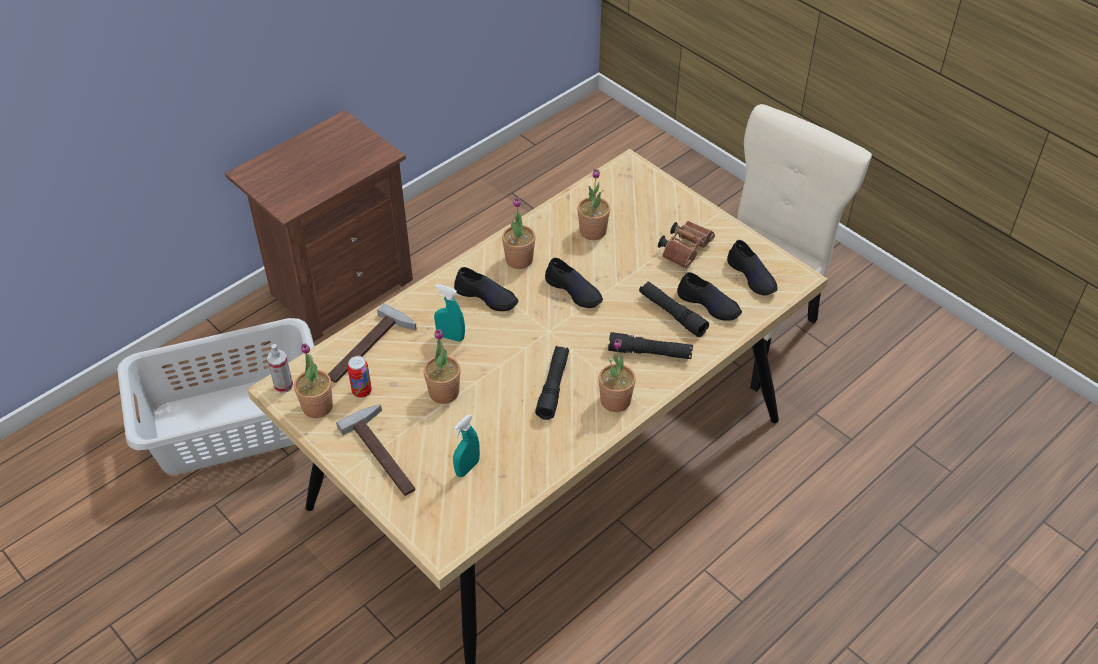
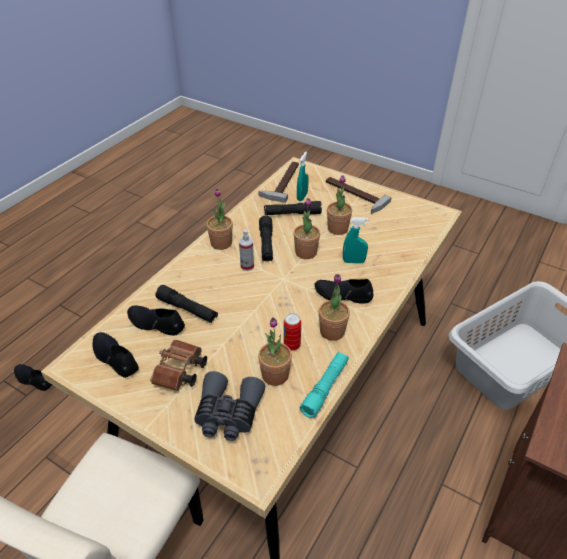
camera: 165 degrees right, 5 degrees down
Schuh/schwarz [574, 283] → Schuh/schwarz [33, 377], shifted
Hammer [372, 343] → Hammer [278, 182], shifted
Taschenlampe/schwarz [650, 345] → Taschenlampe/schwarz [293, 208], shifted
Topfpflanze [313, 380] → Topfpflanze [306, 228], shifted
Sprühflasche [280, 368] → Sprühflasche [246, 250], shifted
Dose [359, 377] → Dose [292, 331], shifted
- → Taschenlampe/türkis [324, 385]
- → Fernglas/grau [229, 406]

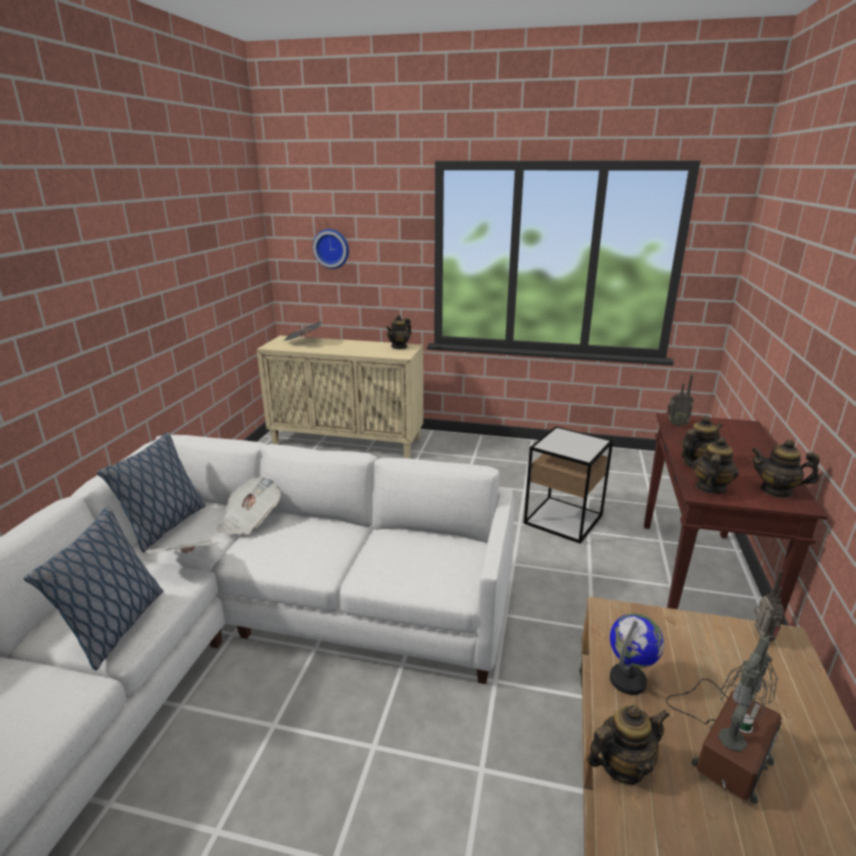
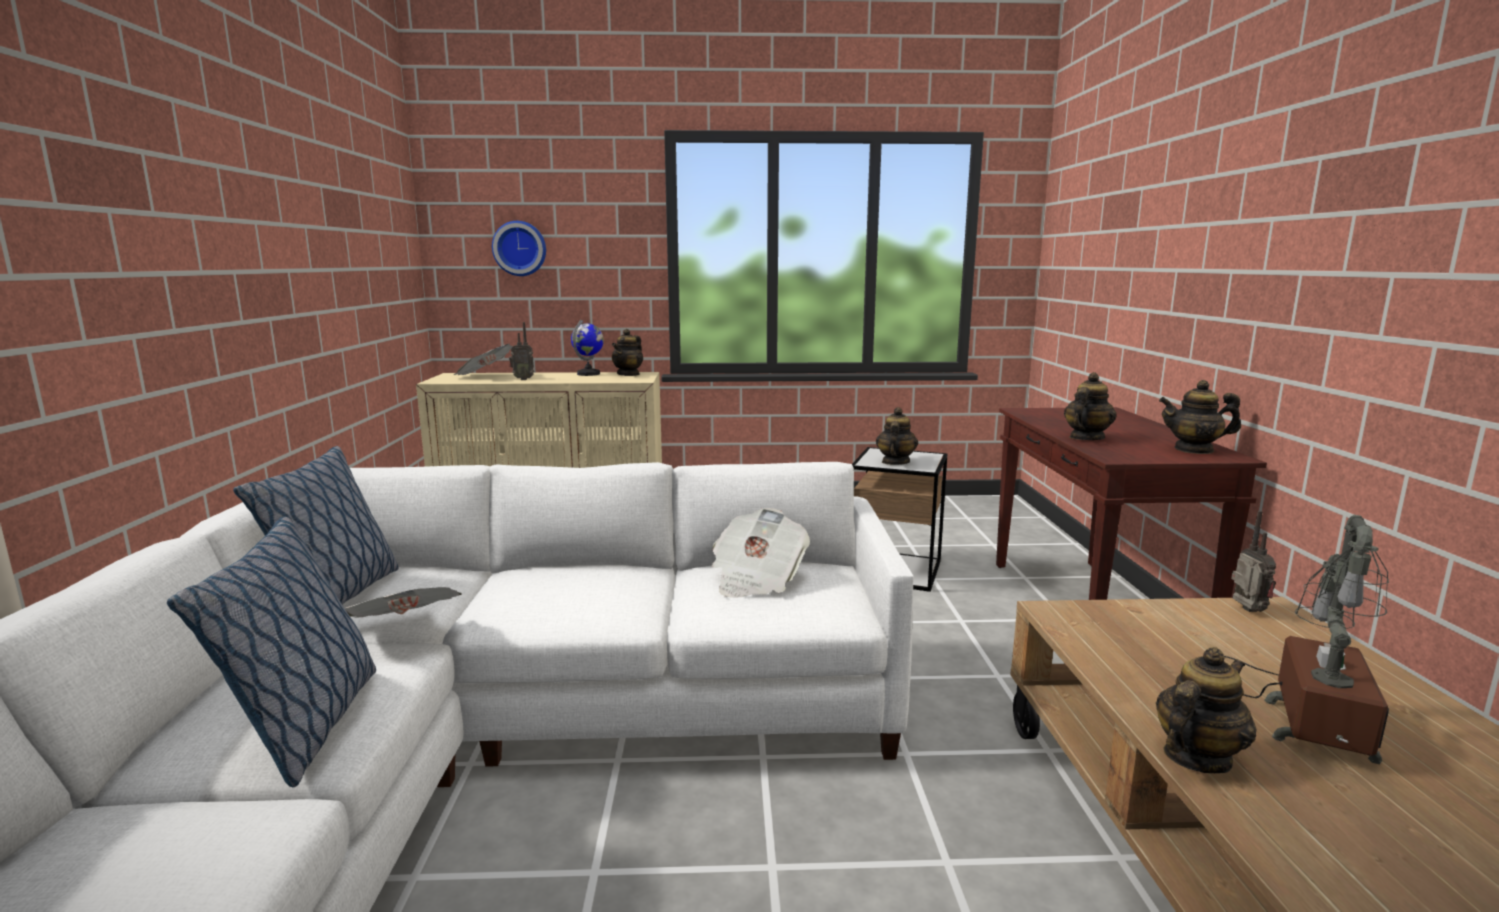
camera: 15 degrees left, 10 degrees down
Radio [680, 400] → Radio [521, 351], shifted
Teekanne [715, 465] → Teekanne [897, 436], shifted
Zeitung [249, 505] → Zeitung [761, 553], shifted
Globus [637, 654] → Globus [587, 348], shifted

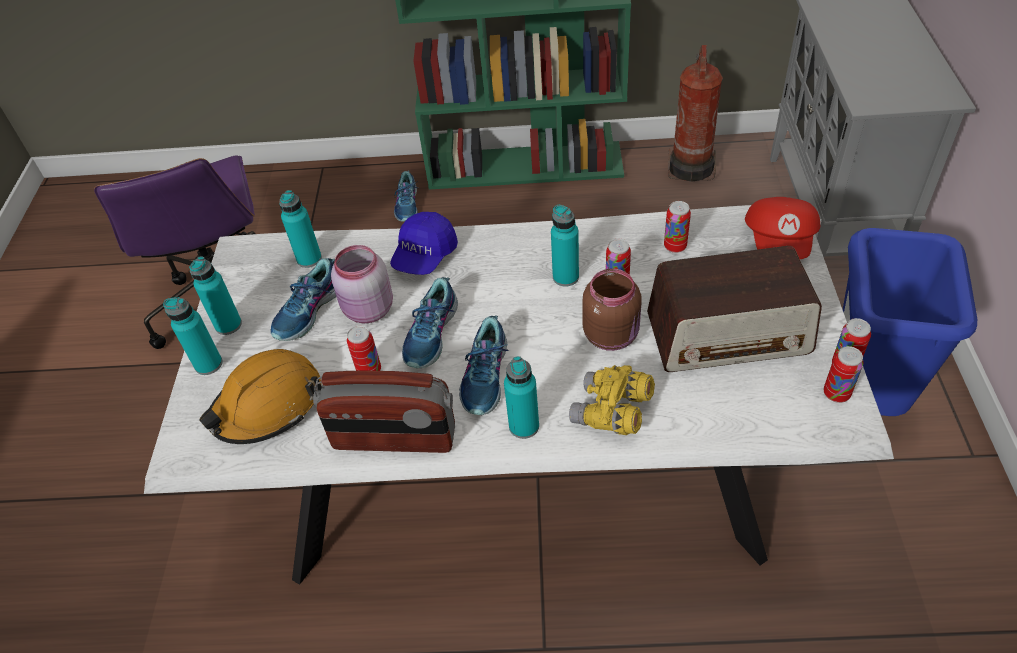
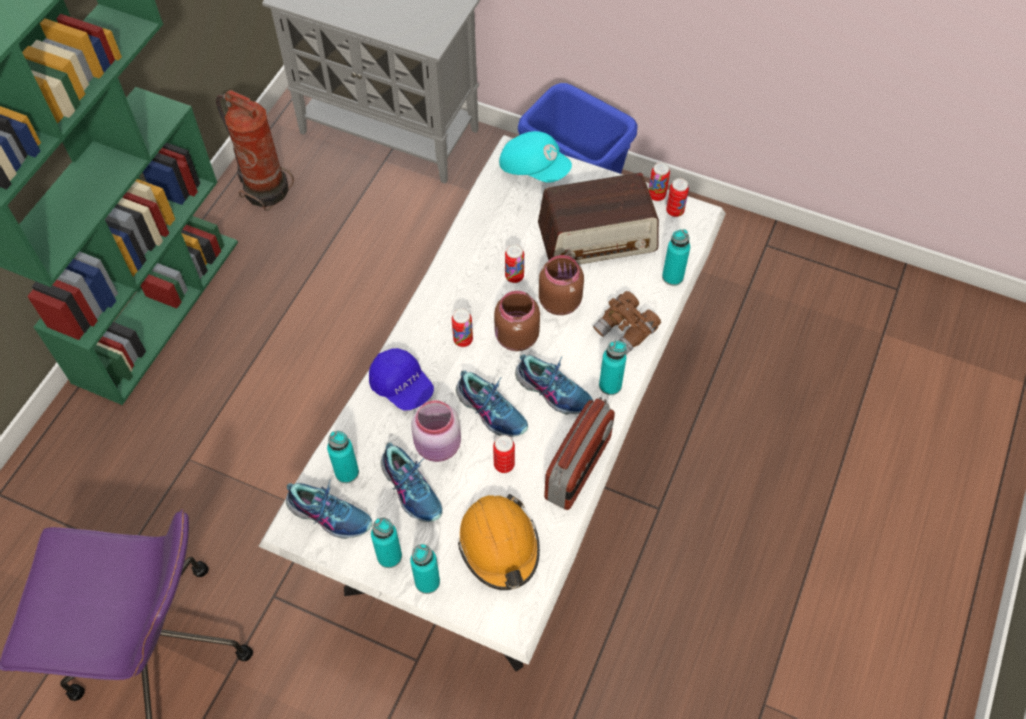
camera: 70 degrees left, 10 degrees up
Schuh [406, 196] → Schuh [329, 509], shifted
Kappe/rot [782, 228] → Kappe/türkis [535, 157]
Dose [677, 227] → Dose [462, 327], shifted
Flasche/türkis [565, 246] → Flasche/türkis [676, 257], shifted
Radio [734, 309] → Radio [598, 218], 60 degrees clockwise
Fernglas/gelb [612, 400] → Fernglas/braun [627, 323]
- → Vorratsglas/braun [517, 321]

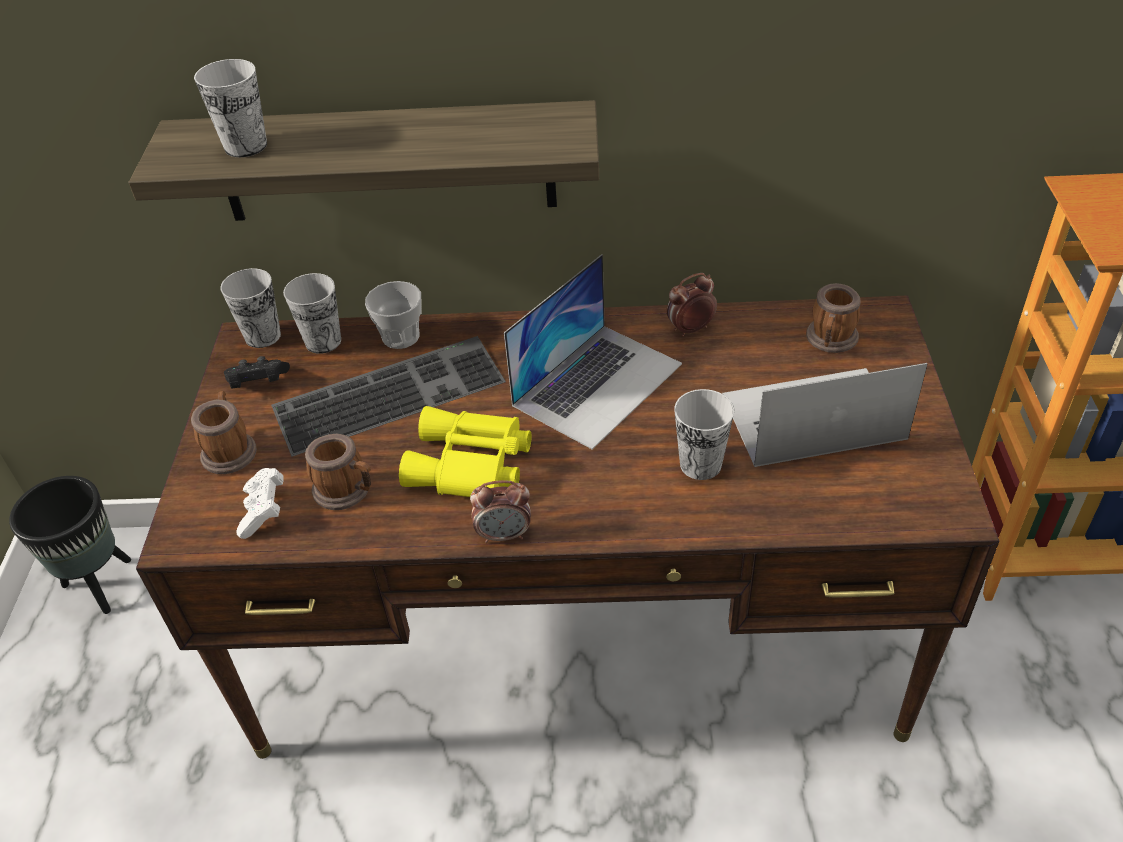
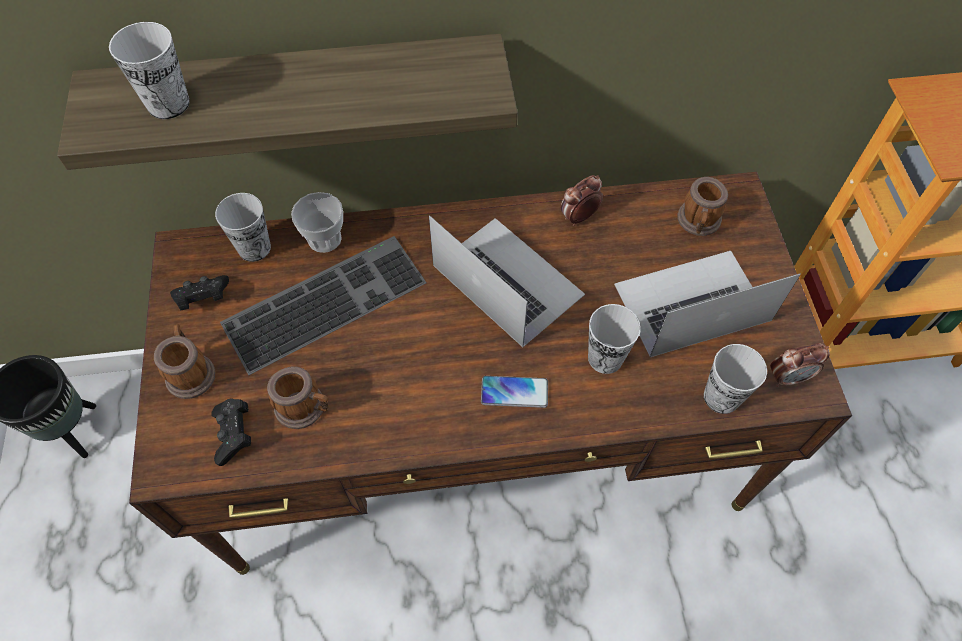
camera: 10 degrees left, 15 degrees up
Laptop [593, 352] → Laptop [507, 281], 75 degrees counterclockwise
Tasse [250, 308] → Tasse [735, 379], shifted
Fernglas/gelb [465, 451] → -
Gamepad/weiß [260, 503] → Gamepad/schwarz [231, 432]
Wecker [500, 511] → Wecker [800, 365], shifted
- → Handy [514, 392]

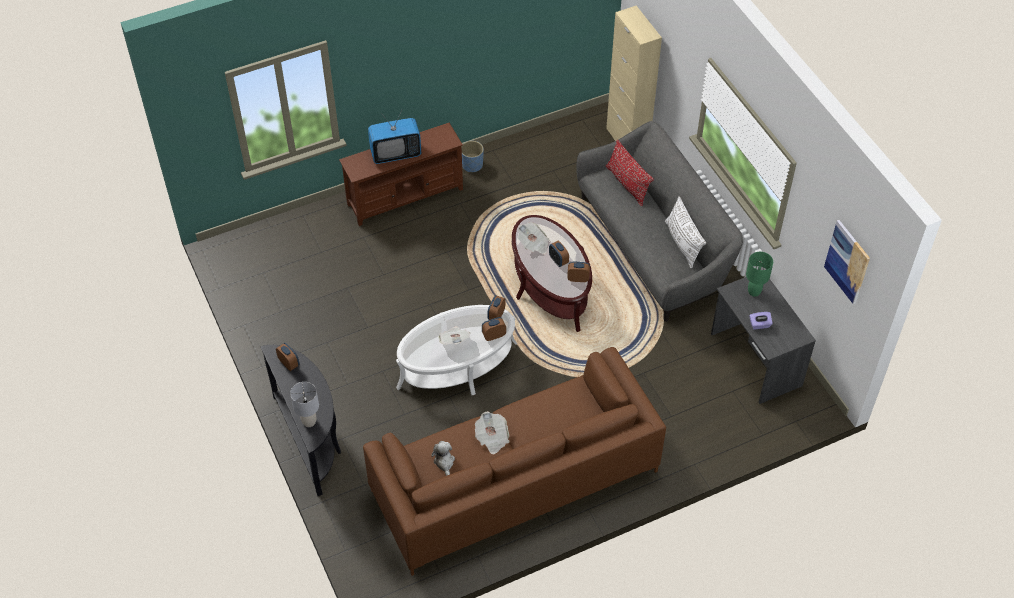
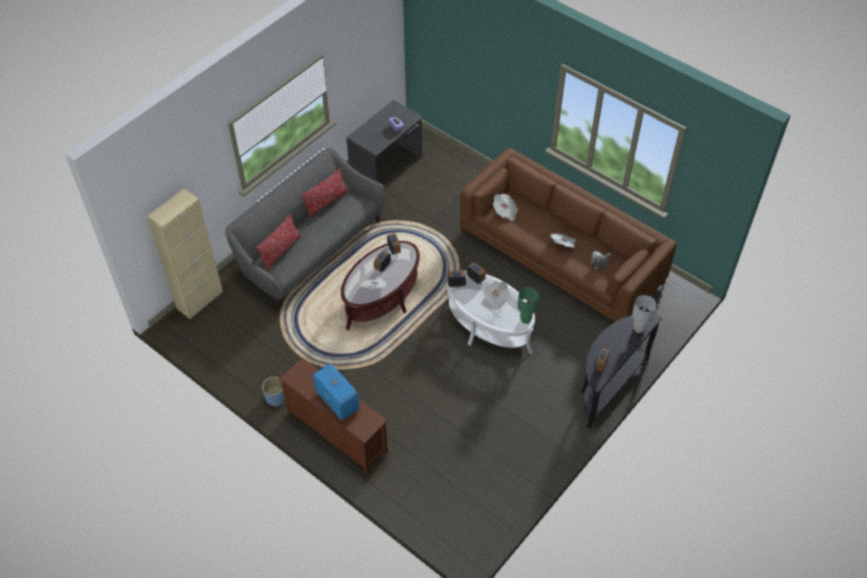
camera: 115 degrees left, 0 degrees up
Kissen/weiß [685, 232] → Kissen/rot [325, 193]
Bild [847, 262] → -
Tischlampe/grün [759, 274] → Tischlampe/grün [528, 305], shifted
- → Zeitung [505, 207]

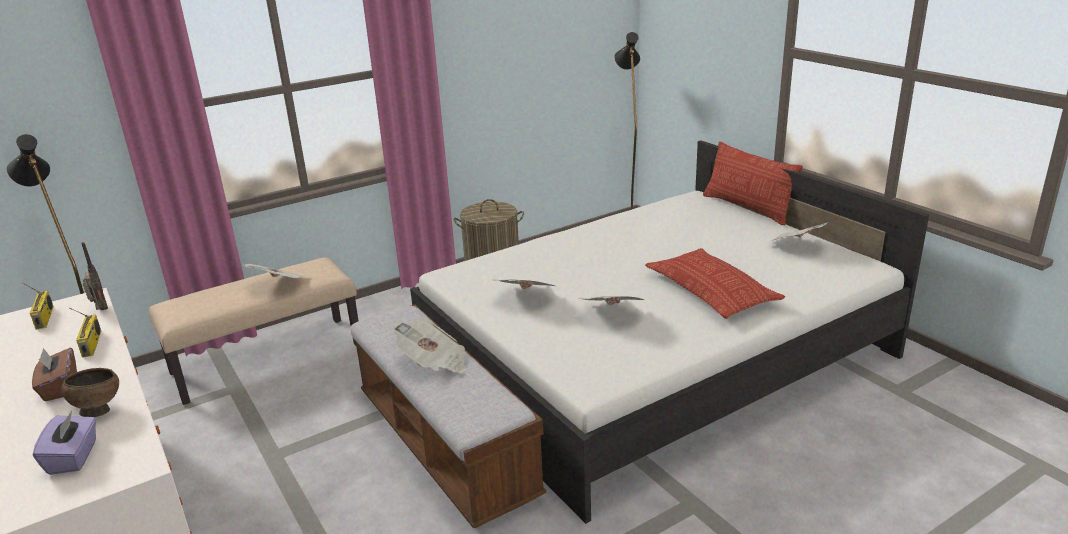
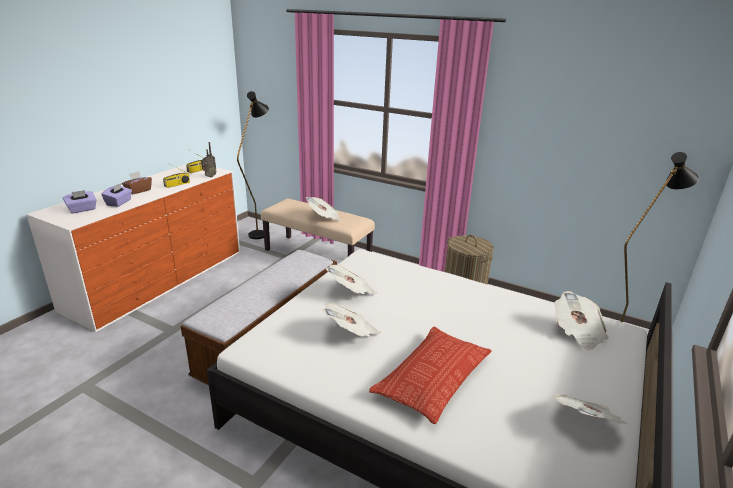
camera: 60 degrees right, 0 degrees up
Kissen [753, 183] → -
Zeitung [429, 346] → Zeitung [581, 321], shifted
Schüssel/braun [90, 392] → Taschentuchbox/lila [116, 195]

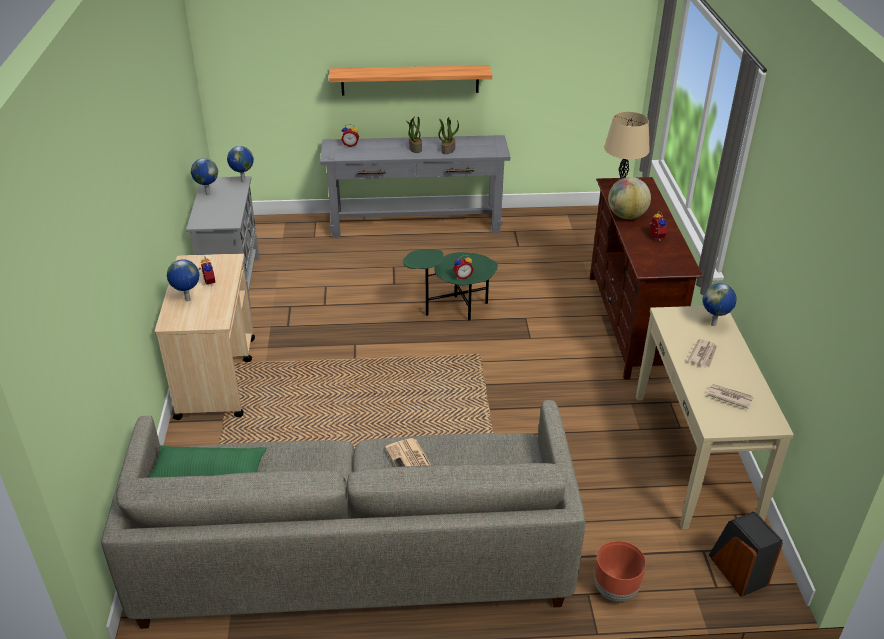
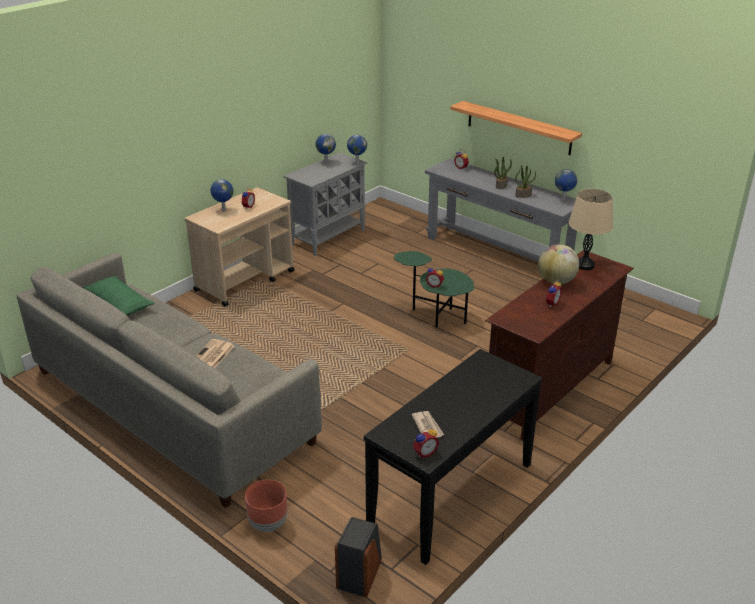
camera: 45 degrees right, 5 degrees down
Globus [720, 304] → Globus [566, 185], shifted
Konsolentisch/beige [715, 417] → Konsolentisch/schwarz [453, 457]
Zeitung [702, 353] → -
- → Wecker [426, 442]

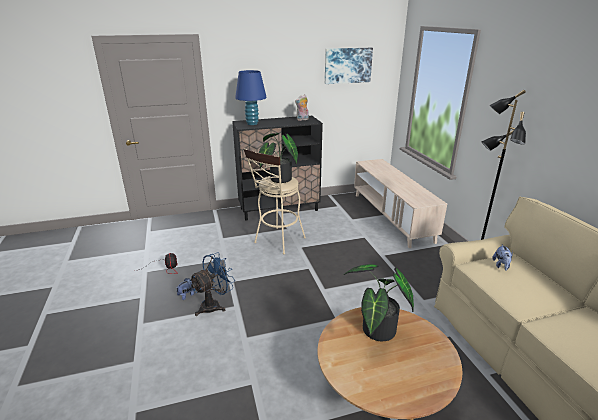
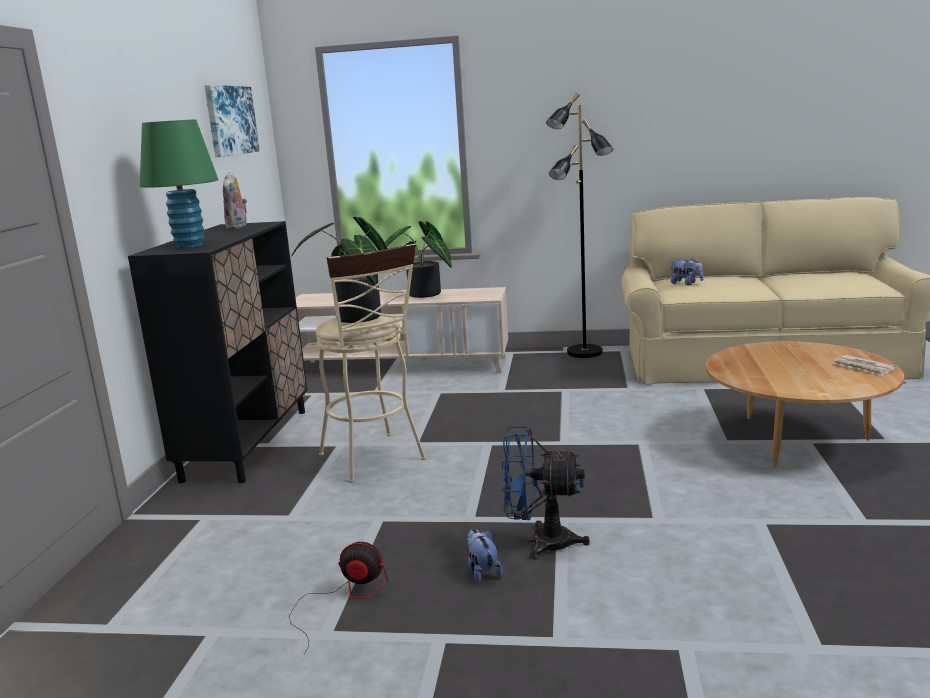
camera: 65 degrees left, 10 degrees down
Tischlampe/blau [251, 97] → Tischlampe/grün [179, 183]
Ventilator/blau [212, 284] → Ventilator/blau [545, 493], 60 degrees counterclockwise
Topfpflanze [379, 302] → Topfpflanze [418, 259], shifted
- → Zeitung [864, 365]

